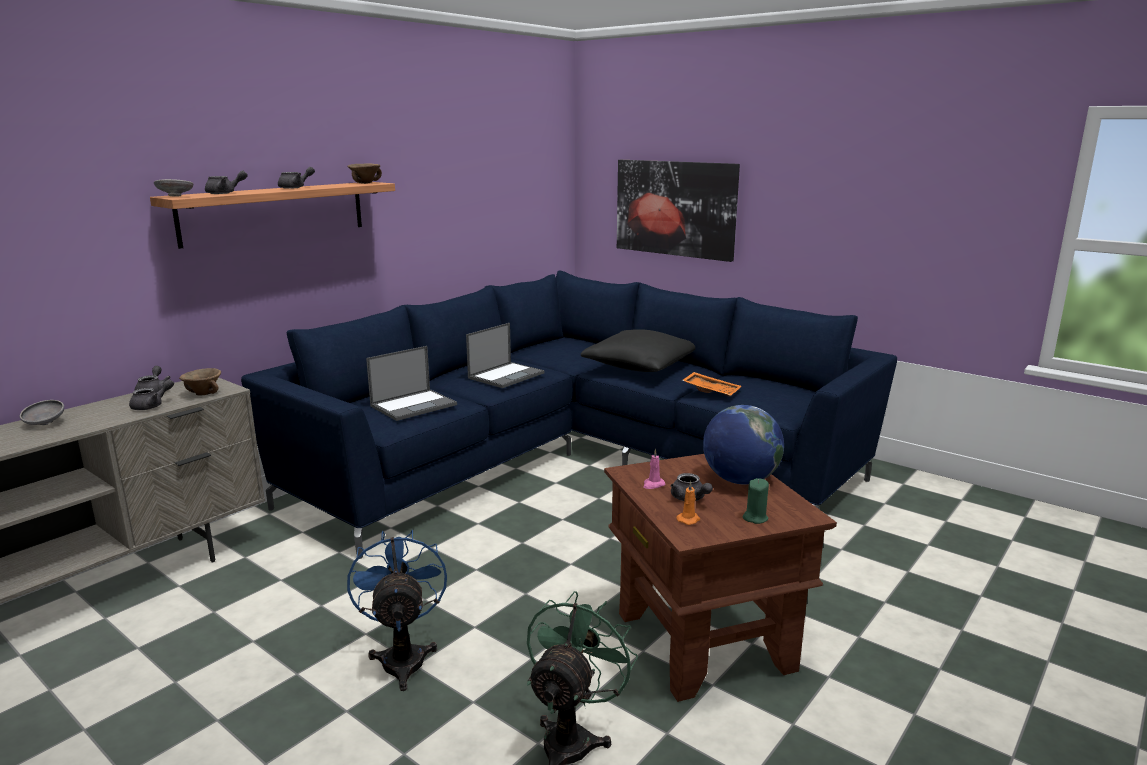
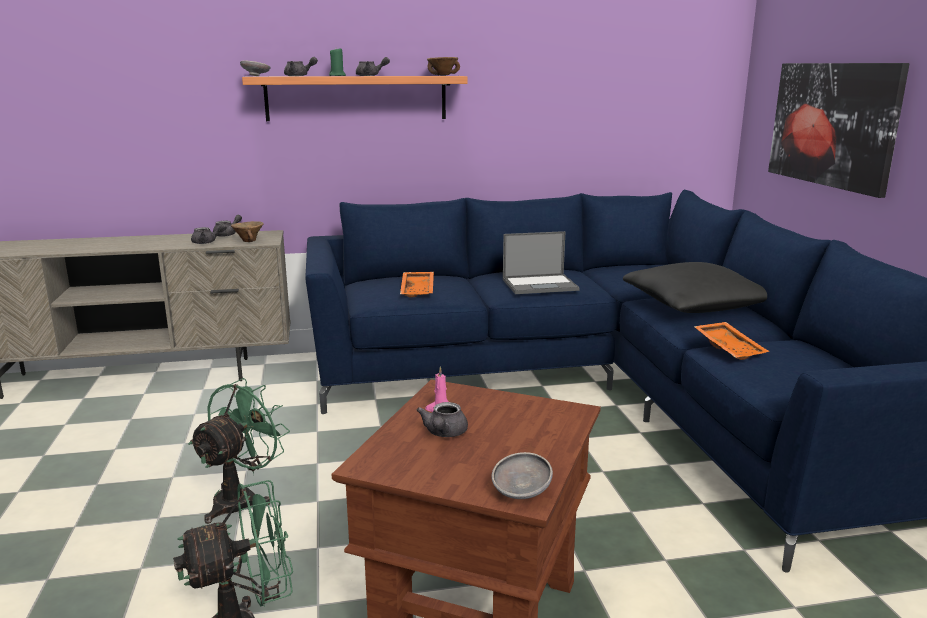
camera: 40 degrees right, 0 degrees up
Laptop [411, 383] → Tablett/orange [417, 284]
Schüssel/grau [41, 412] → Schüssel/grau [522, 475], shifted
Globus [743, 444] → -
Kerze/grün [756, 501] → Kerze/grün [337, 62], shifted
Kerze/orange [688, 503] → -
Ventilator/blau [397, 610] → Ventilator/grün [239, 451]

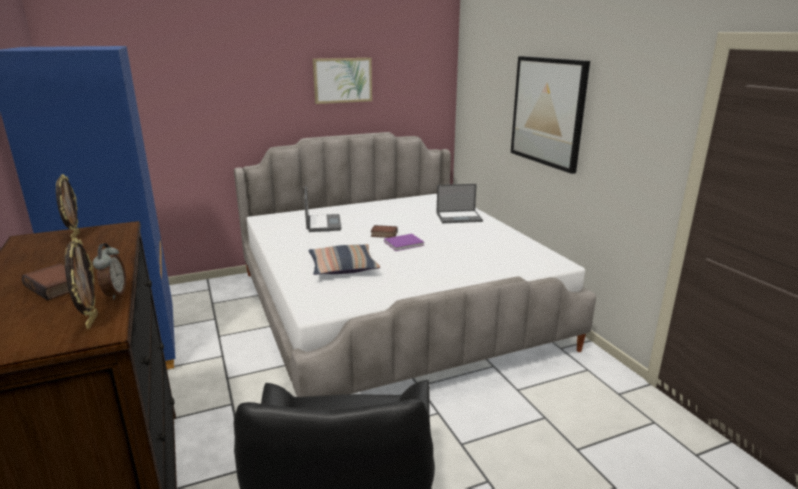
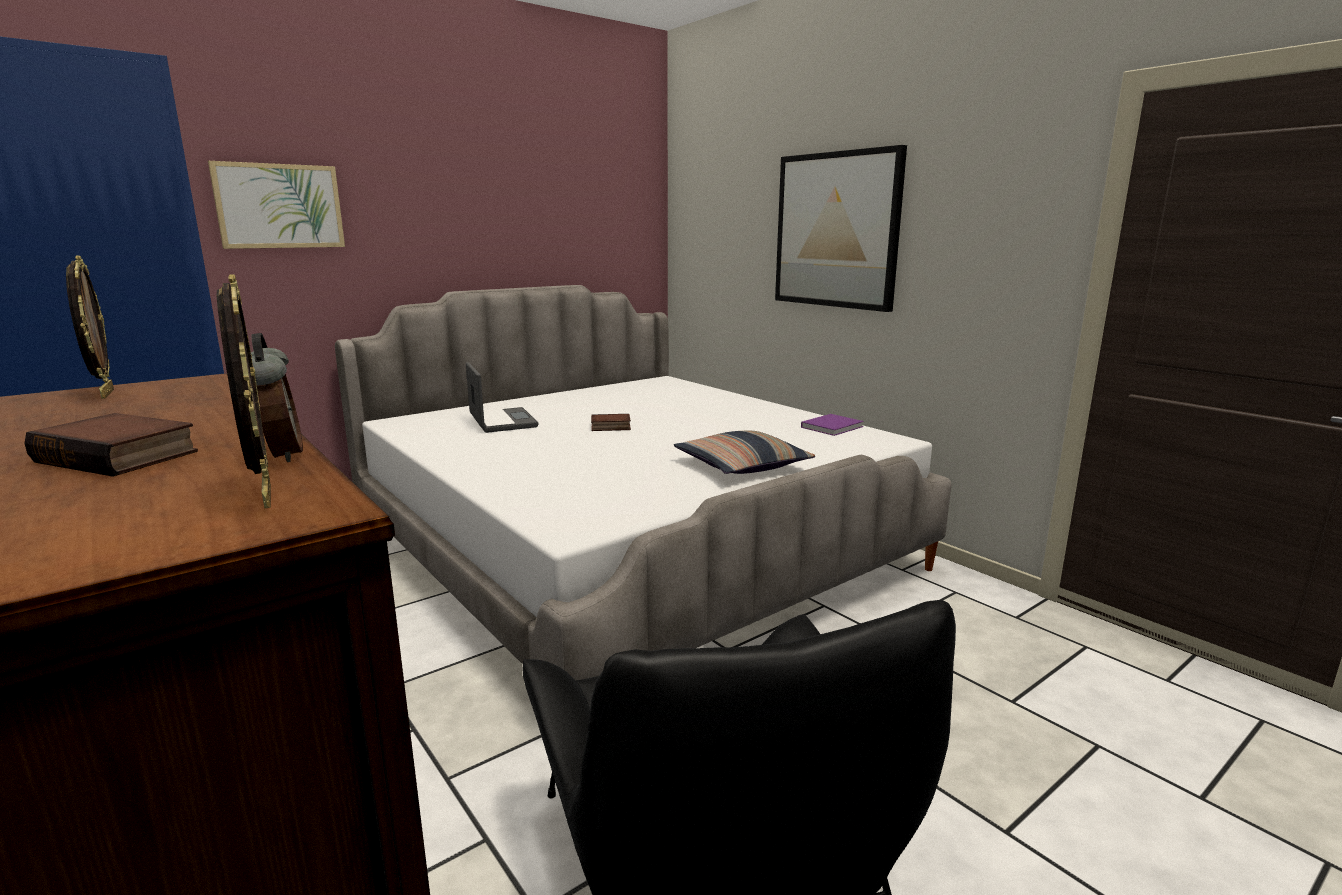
camera: 15 degrees left, 5 degrees down
Bild [342, 81] → Bild [276, 205], shifted
Laptop [460, 203] → -
Buch/lila [404, 242] → Buch/lila [832, 425], shifted
Kissen [344, 259] → Kissen [744, 452], shifted

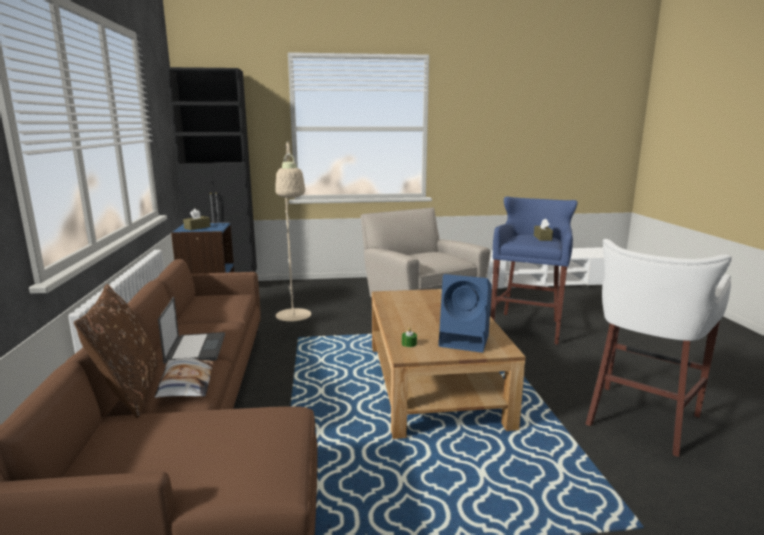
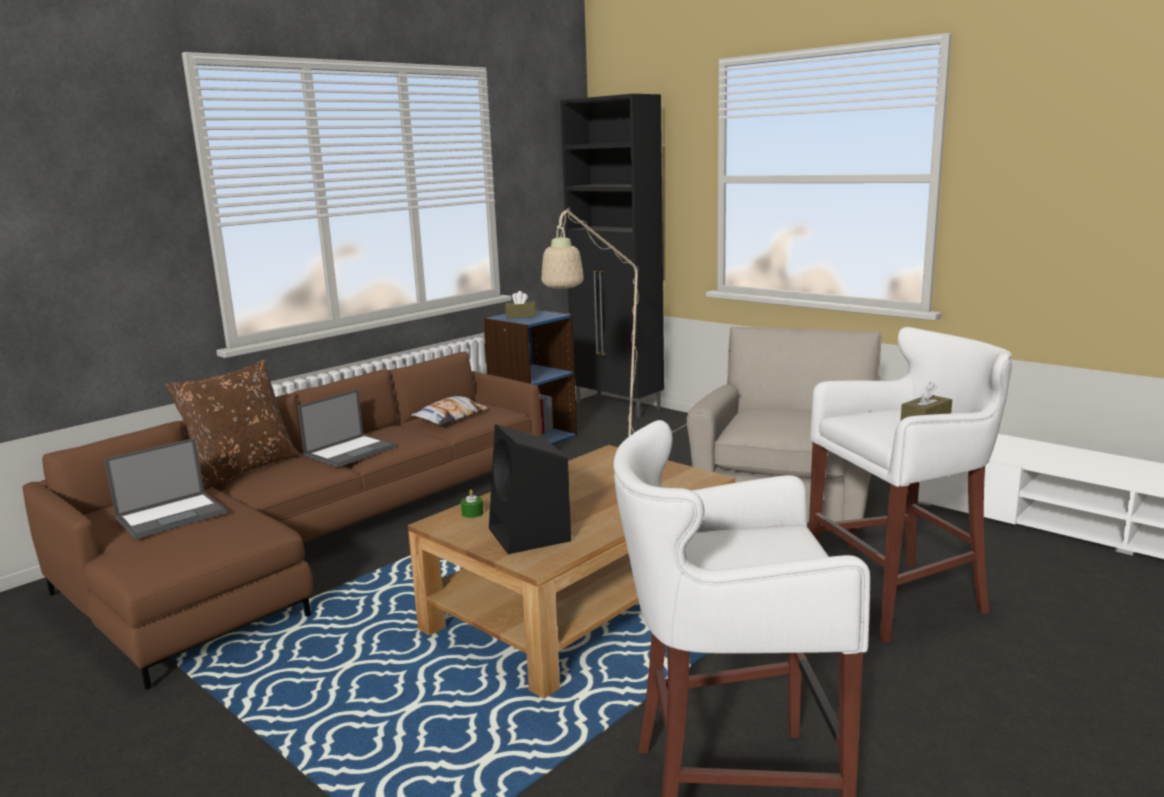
camera: 50 degrees right, 0 degrees up
Hocker/blau [534, 271] → Hocker/weiß [910, 485]
Lautsprecher/blau [465, 313] → Lautsprecher/schwarz [530, 489]
Kissen [183, 377] → Kissen [449, 410], shifted
- → Laptop [165, 489]

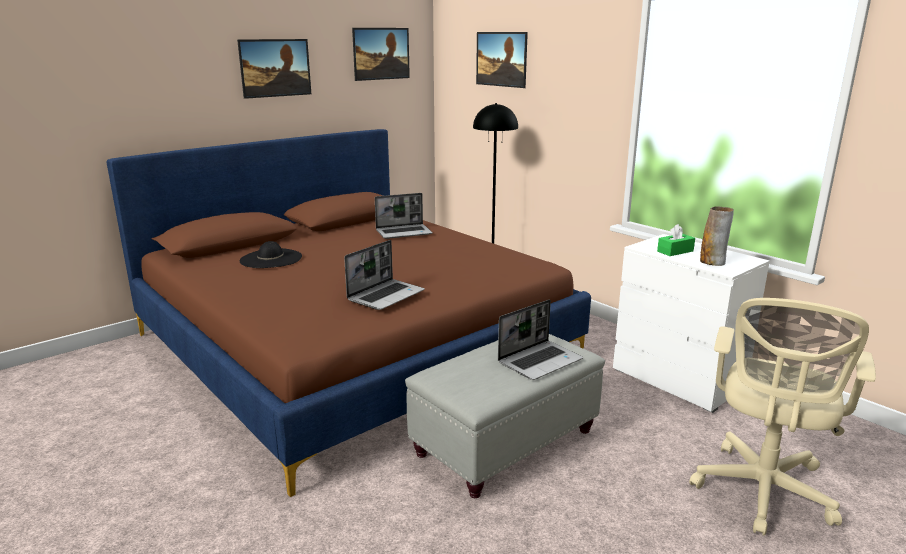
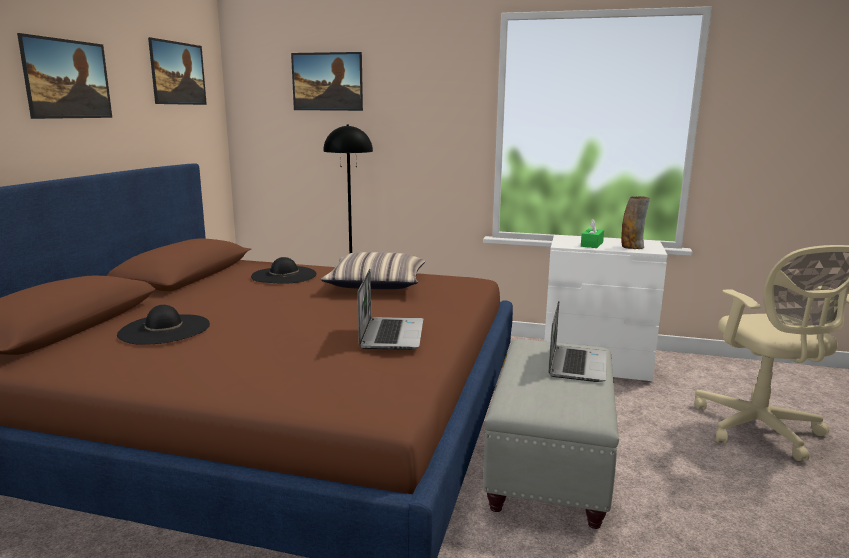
camera: 35 degrees left, 5 degrees down
Laptop [404, 216] → Hut/schwarz [284, 270]
- → Kissen [373, 270]

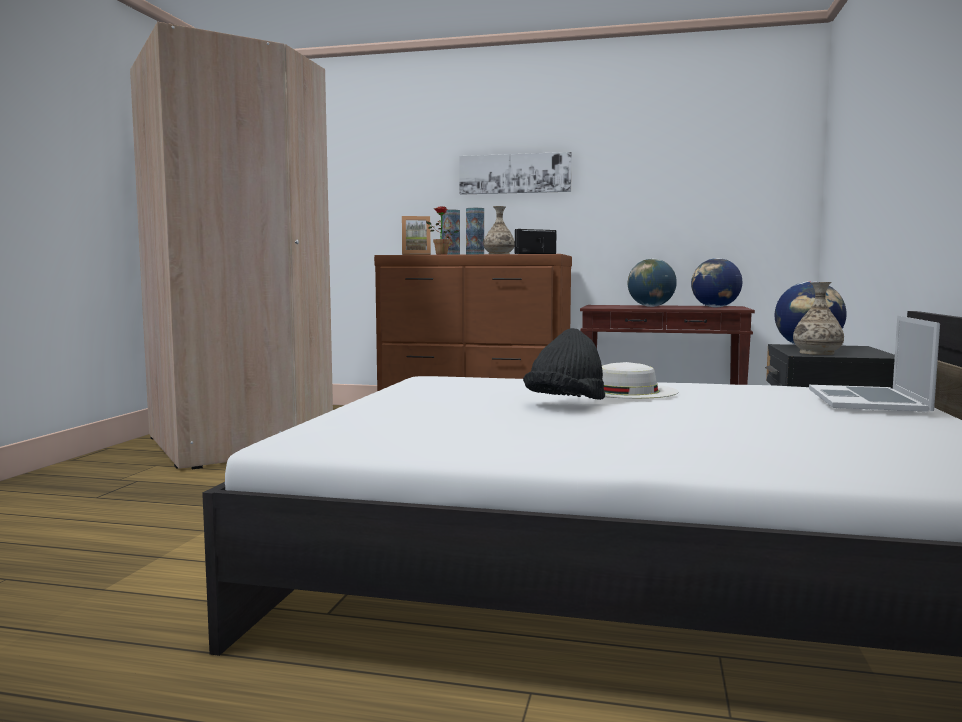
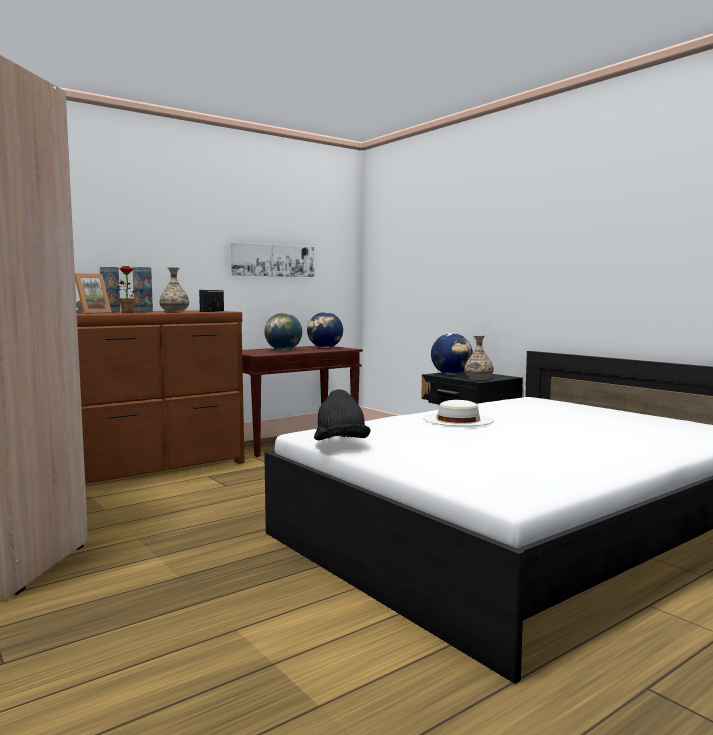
camera: 50 degrees left, 0 degrees up
Bild [515, 173] → Bild [272, 260], shifted
Laptop [874, 364] → -
Hut/schwarz [564, 364] → Hut/schwarz [342, 414], shifted

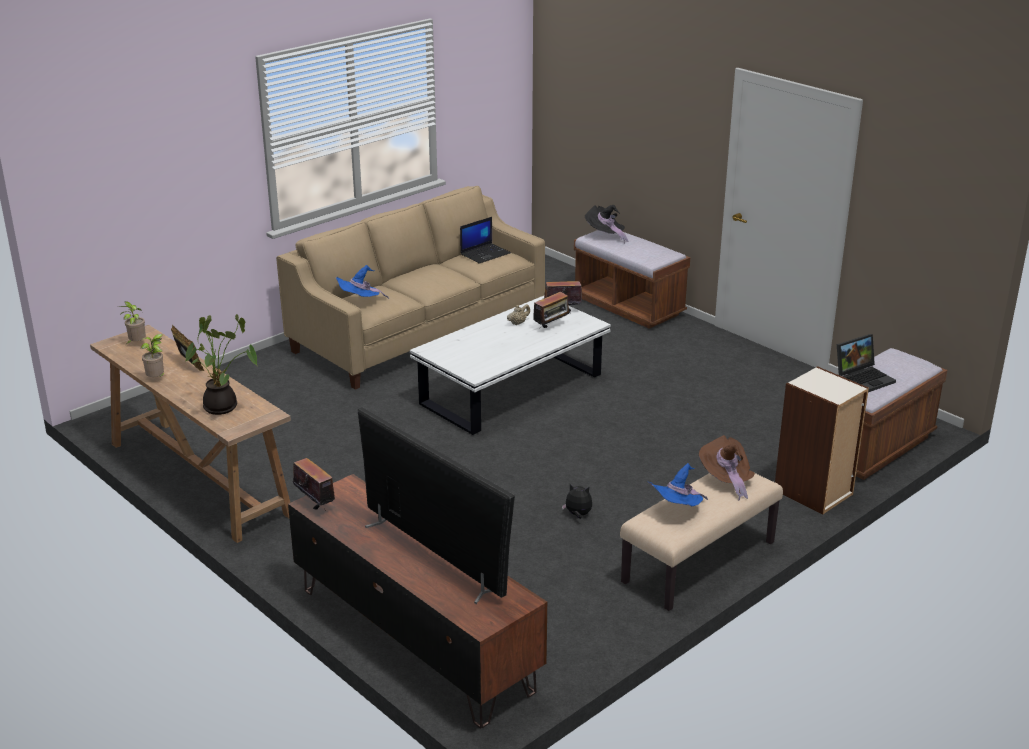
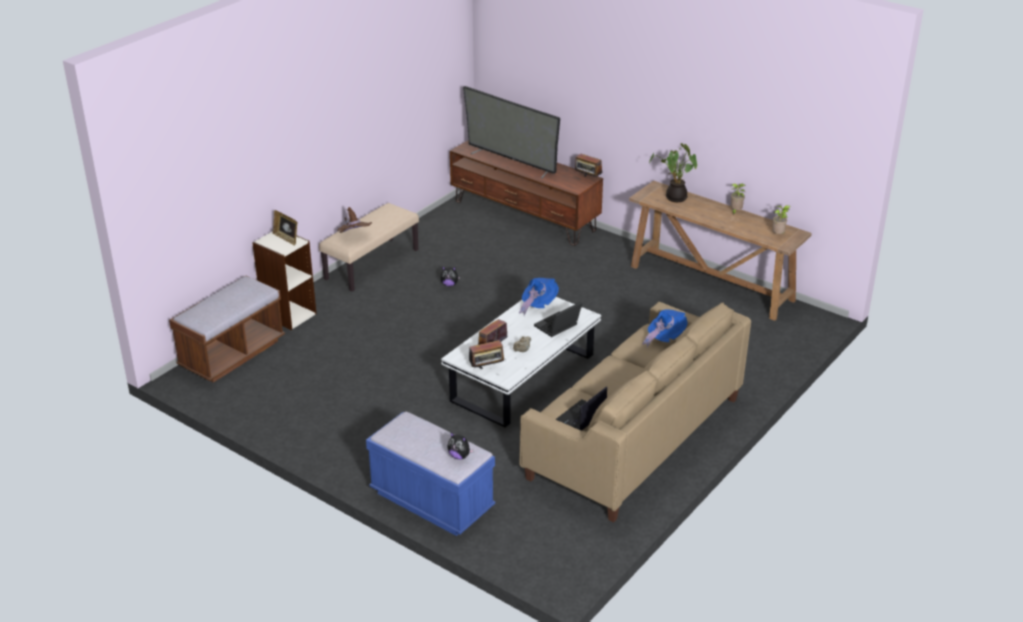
camera: 170 degrees right, 5 degrees up
Hut/schwarz [607, 224] → Plüschtier [461, 446]
Bank/braun [632, 279] → Bank/blau [430, 474]
Bilderrahmen [187, 348] → Bilderrahmen [285, 228], shifted
Laptop [866, 363] → Laptop [558, 319], shifted
Hut/blau [678, 484] → Hut/blau [539, 297], shifted

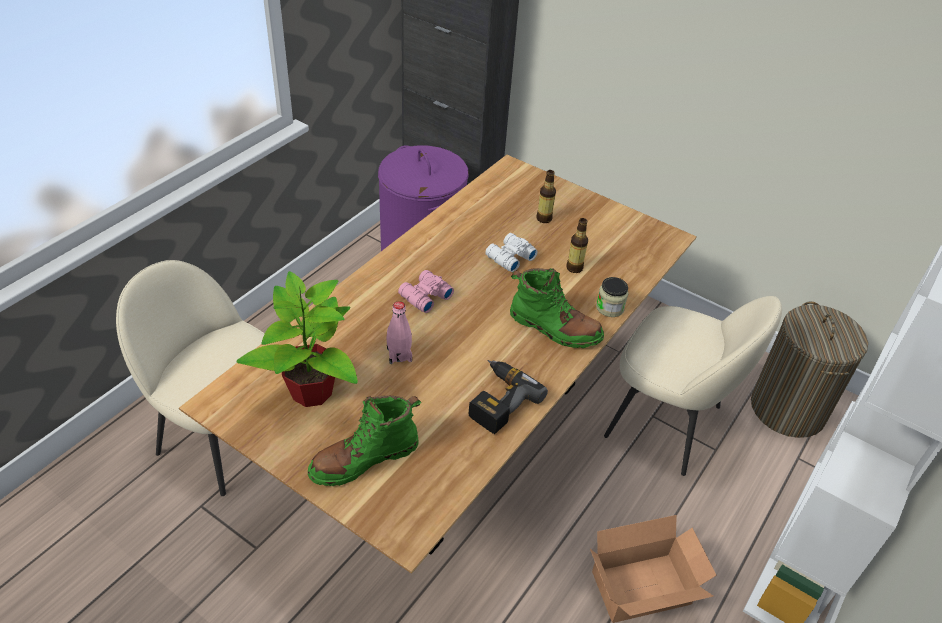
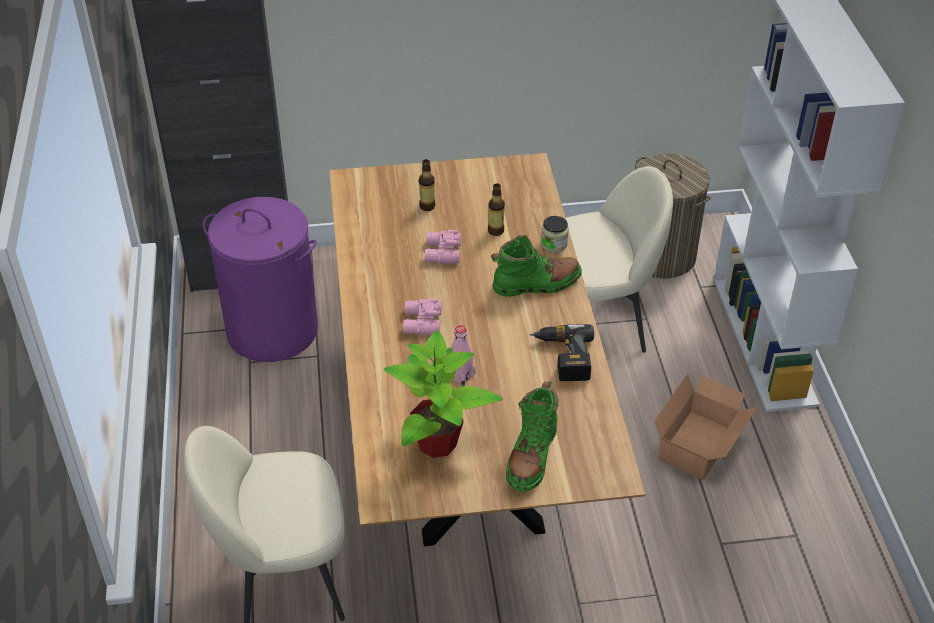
camera: 40 degrees left, 0 degrees up
Fernglas/weiß [511, 252] → Fernglas/rosa [443, 247]

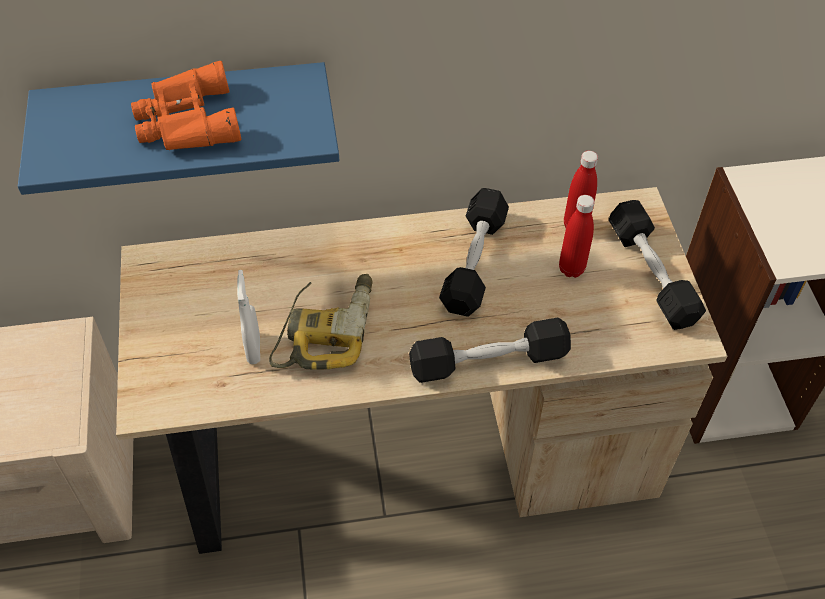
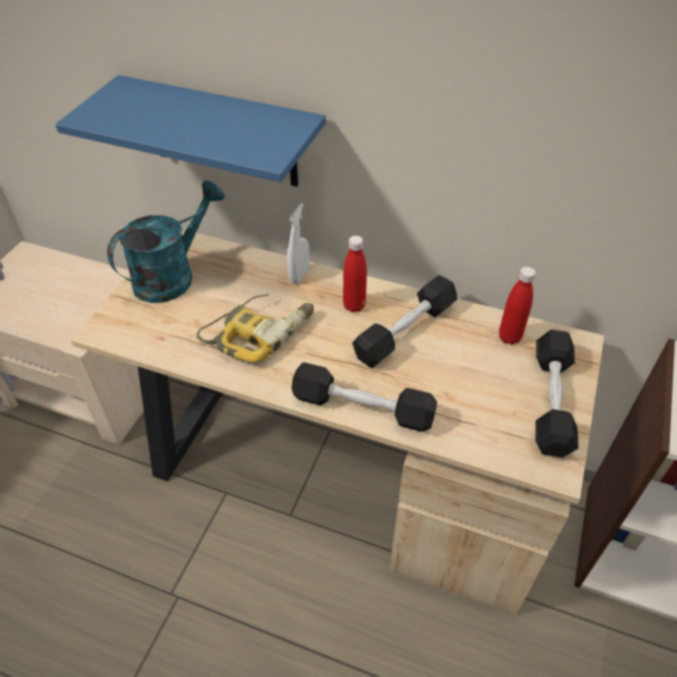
camera: 30 degrees right, 5 degrees down
Fernglas/orange [186, 105] → -
Flasche/rot [577, 236] → Flasche/rot [355, 274], shifted
Sprühflasche/weiß [248, 317] → Sprühflasche/weiß [298, 243], shifted
- → Gießkanne/türkis [166, 241]

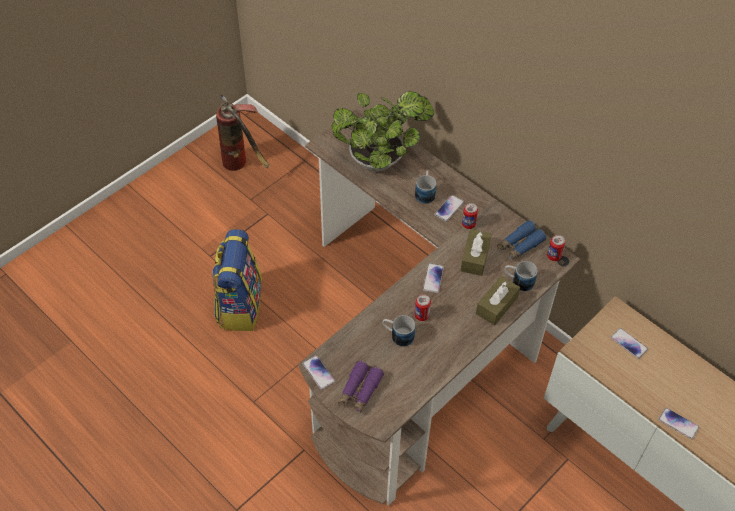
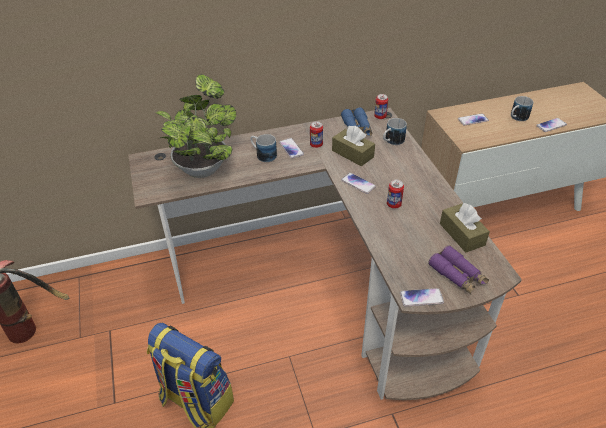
camera: 60 degrees left, 10 degrees down
Taschentuchbox/braun [498, 300] → Taschentuchbox/braun [465, 228], shifted
Henkelbecher [399, 331] → Henkelbecher [522, 108], shifted

